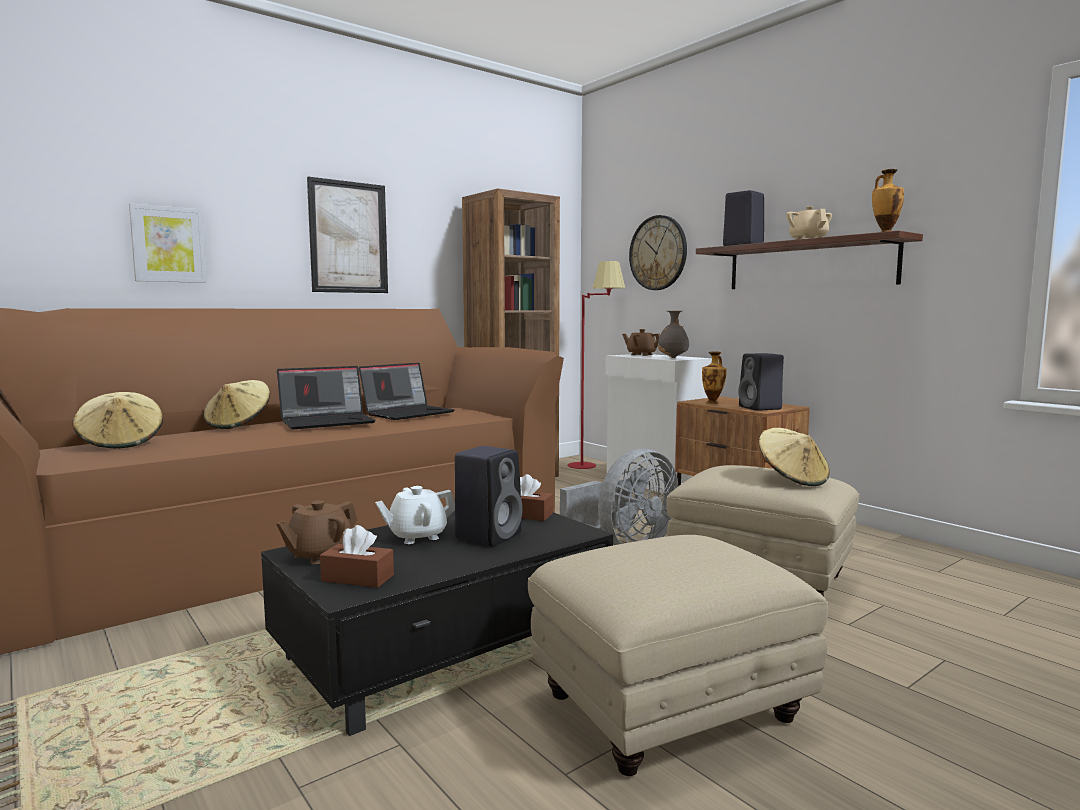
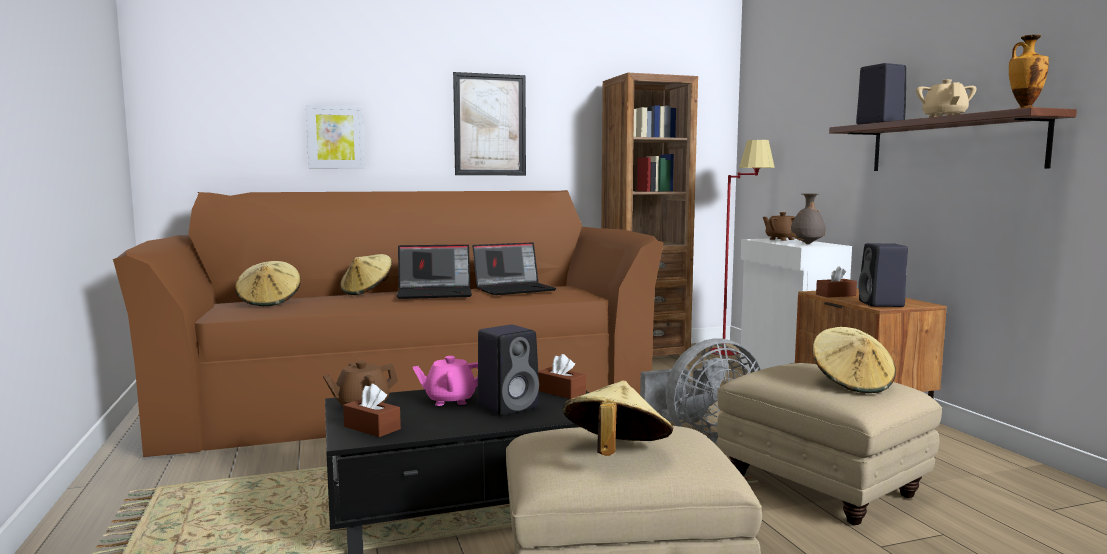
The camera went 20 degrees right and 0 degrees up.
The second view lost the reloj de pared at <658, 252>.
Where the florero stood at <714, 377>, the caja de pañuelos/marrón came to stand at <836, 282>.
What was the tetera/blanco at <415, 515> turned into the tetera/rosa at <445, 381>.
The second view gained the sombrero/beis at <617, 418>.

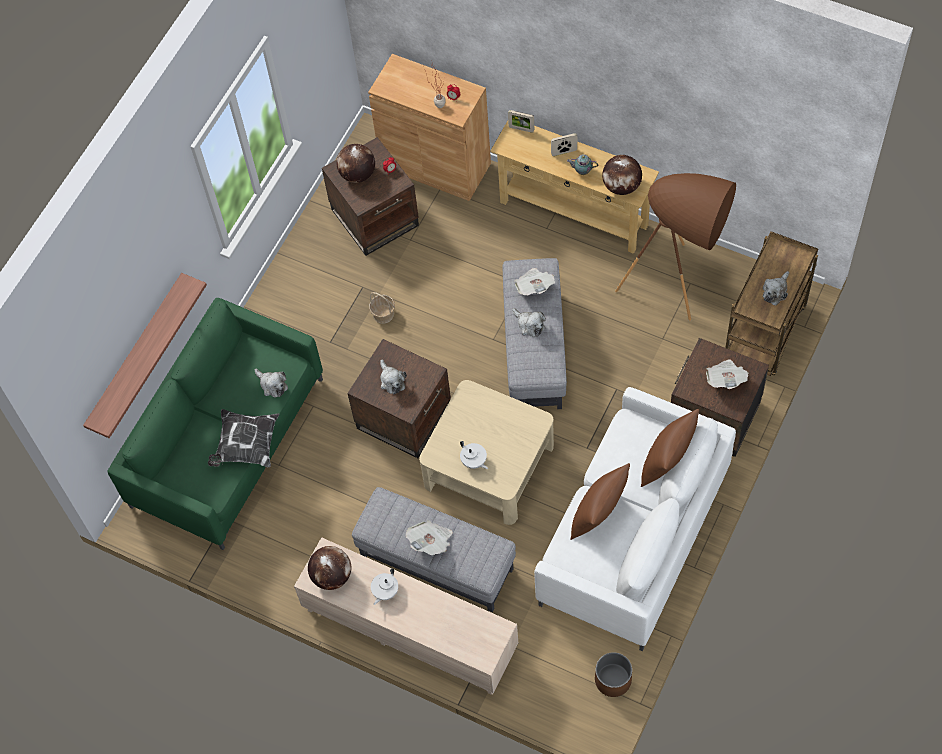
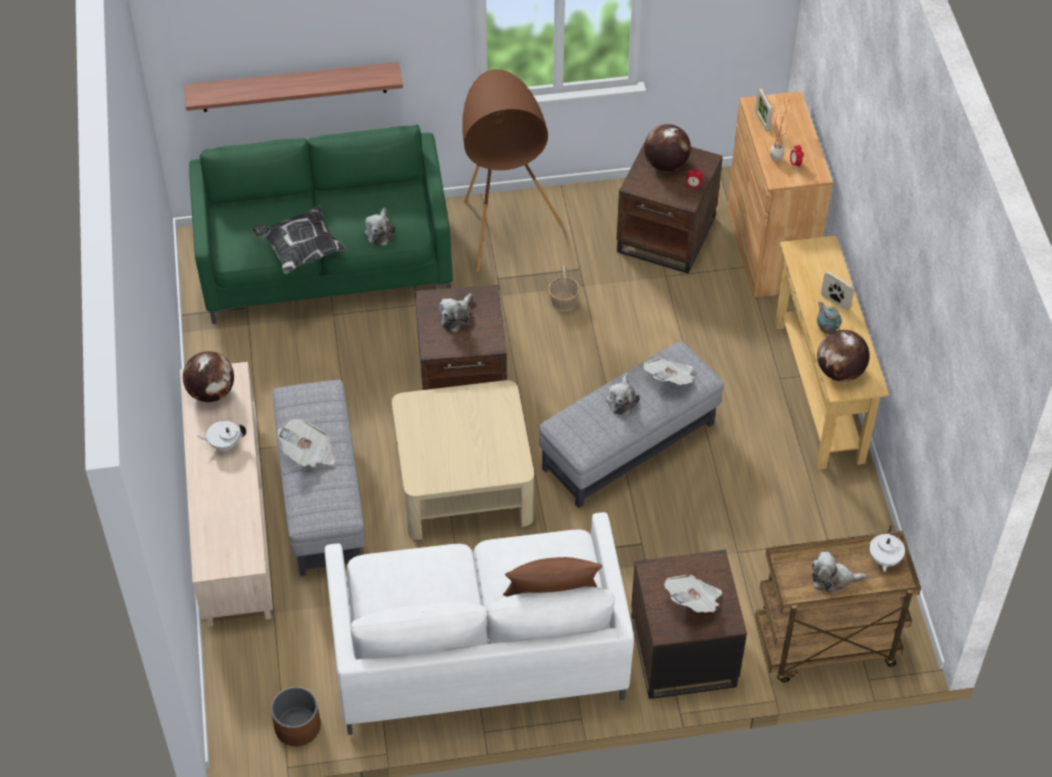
The camera went 50 degrees right and 10 degrees down.
The portarretratos ended up elsewhere, having gone from <521, 121> to <764, 110>.
The lámpara de pie/marrón ended up elsewhere, having gone from <675, 247> to <512, 170>.
The tetera/blanco ended up elsewhere, having gone from <474, 455> to <887, 548>.
The second view lost the cojín/marrón at <600, 501>.

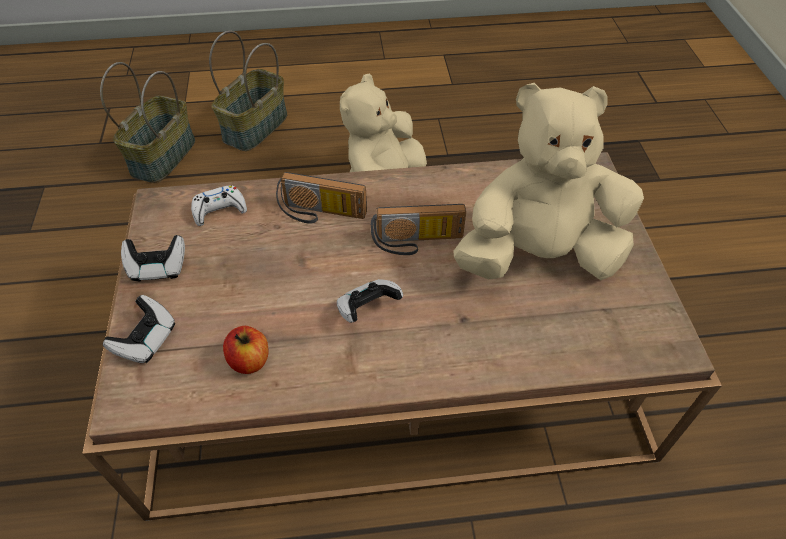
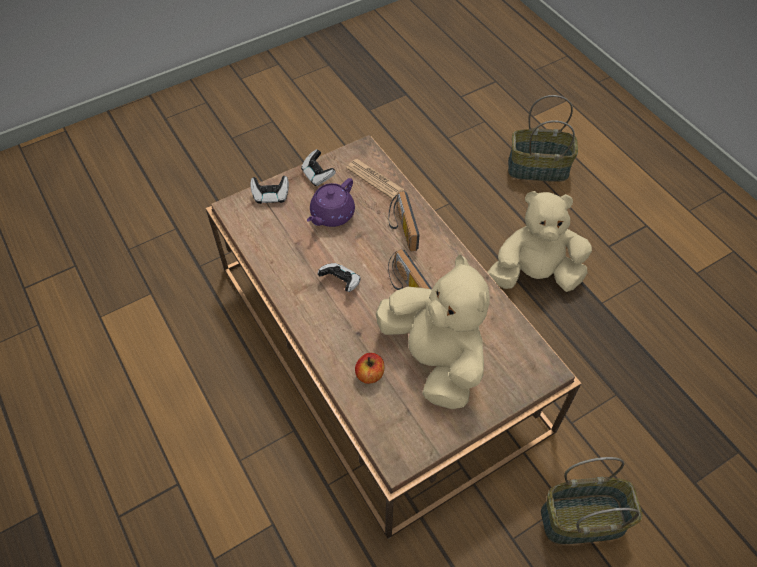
The camera went 65 degrees right and 5 degrees up.
The cesta ended up elsewhere, having gone from <147, 122> to <592, 500>.
Where the mando de consola/blanco stood at <219, 205>, the periódico came to stand at <375, 179>.
The manzana ended up elsewhere, having gone from <246, 350> to <369, 368>.
The second view gained the tetera/morado at <331, 202>.

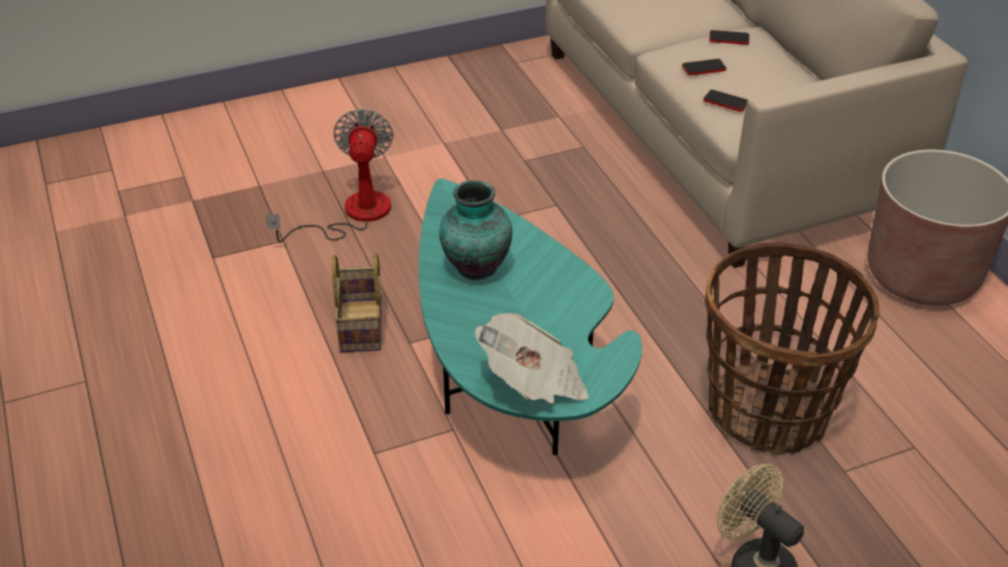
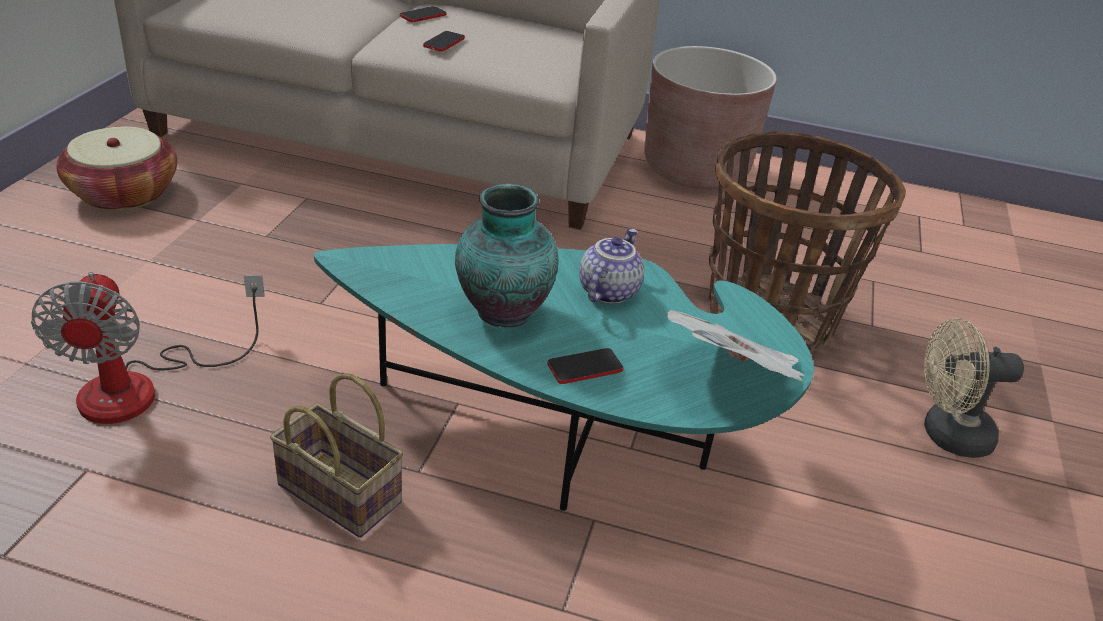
The camera went 55 degrees left and 5 degrees down.
The móvil ended up elsewhere, having gone from <725, 101> to <585, 366>.
The ventilador at <330, 175> ended up facing another way, 135 degrees counterclockwise from before.
The second view gained the cesta at <116, 168>.
The second view gained the tetera at <611, 266>.

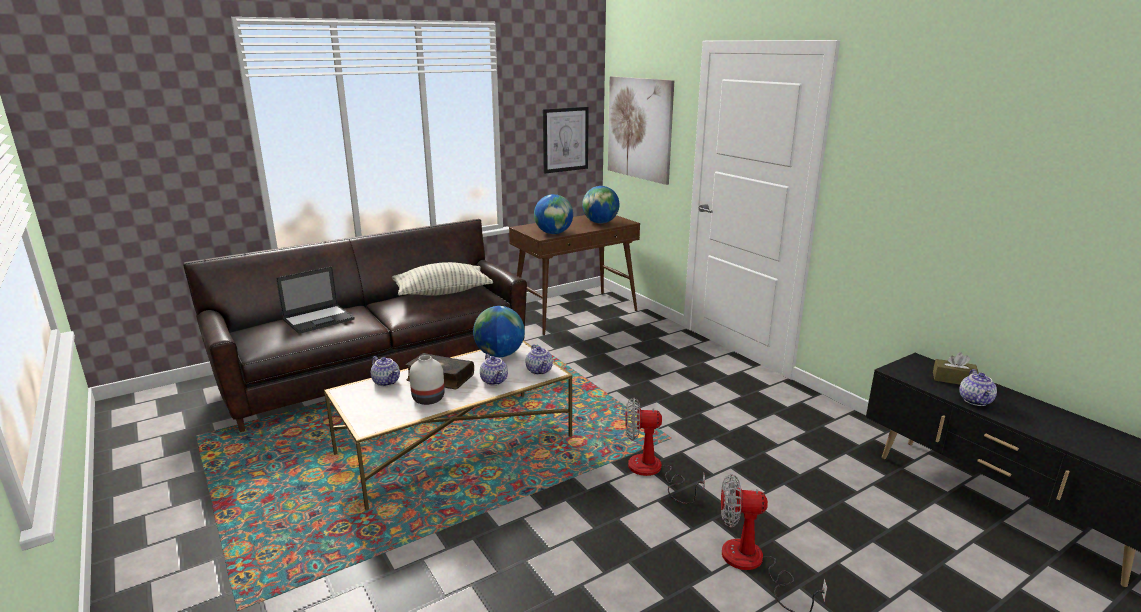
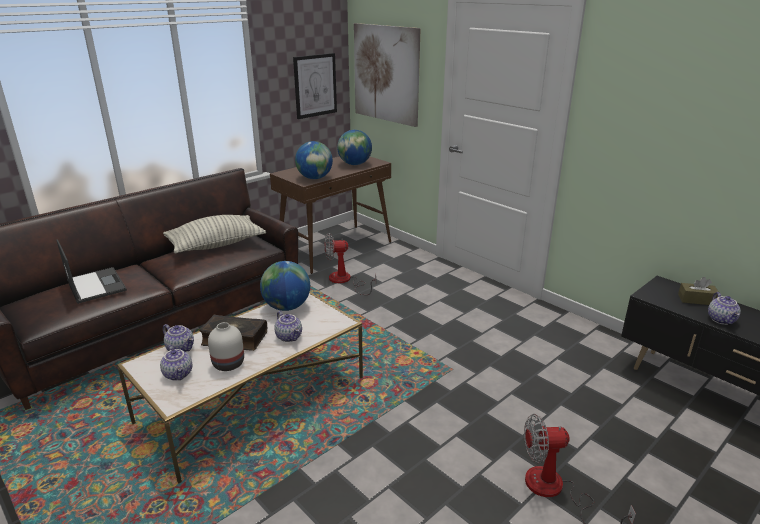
The camera went 10 degrees left and 5 degrees up.
The portátil at <315, 300> ended up facing another way, 75 degrees counterclockwise from before.
The tetera ended up elsewhere, having gone from <539, 359> to <176, 363>.
The ventilador ended up elsewhere, having gone from <665, 451> to <350, 264>.

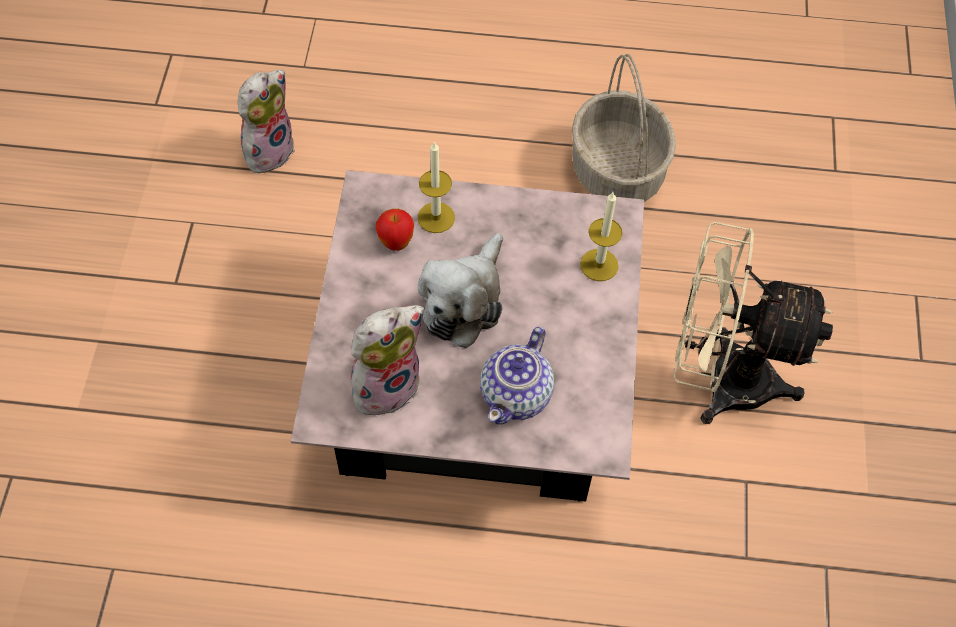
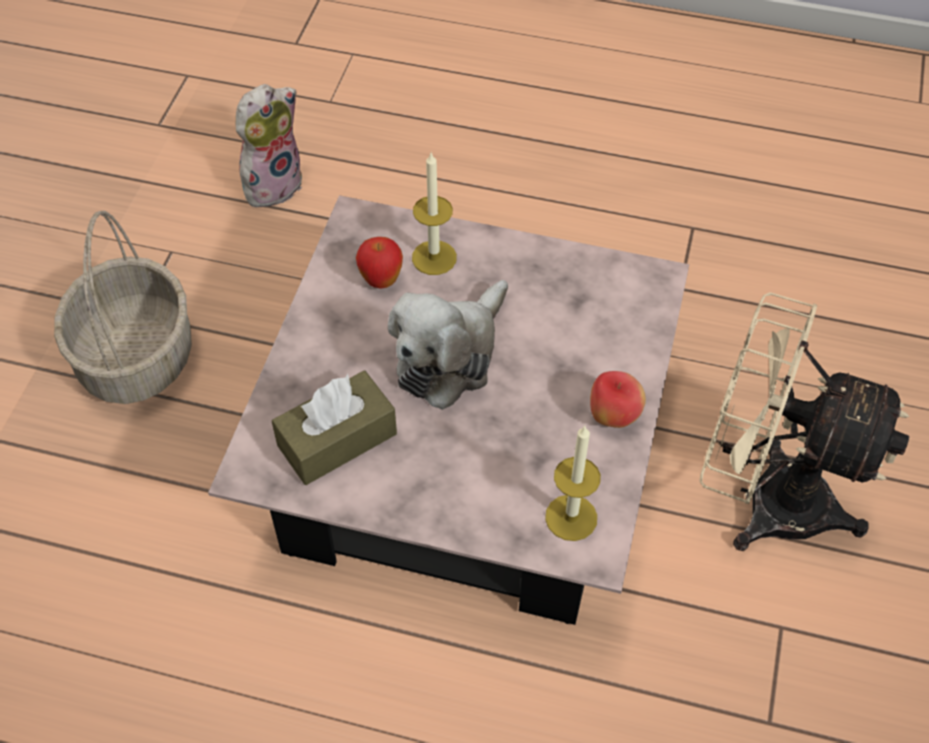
The camera went 10 degrees right and 5 degrees down.
The cesta ended up elsewhere, having gone from <624, 128> to <123, 307>.
The vela ended up elsewhere, having gone from <601, 236> to <573, 483>.
Where the peluche stood at <387, 363>, the caja de pañuelos/marrón came to stand at <334, 428>.
The second view lost the tetera at <517, 376>.
The second view gained the manzana at <618, 399>.

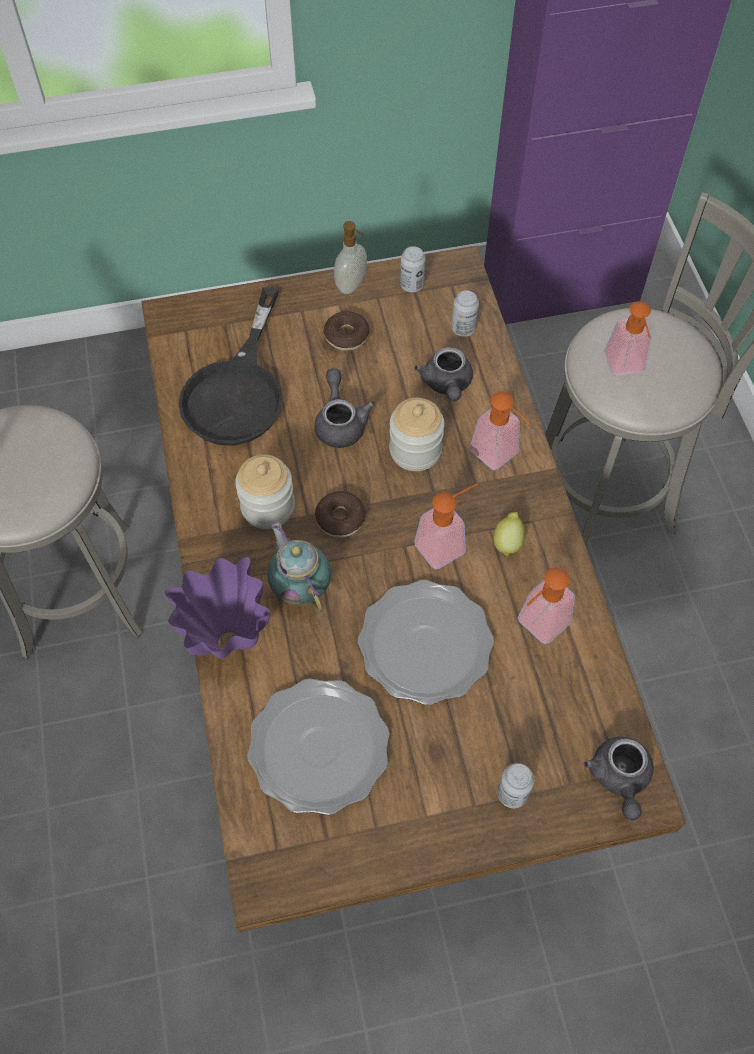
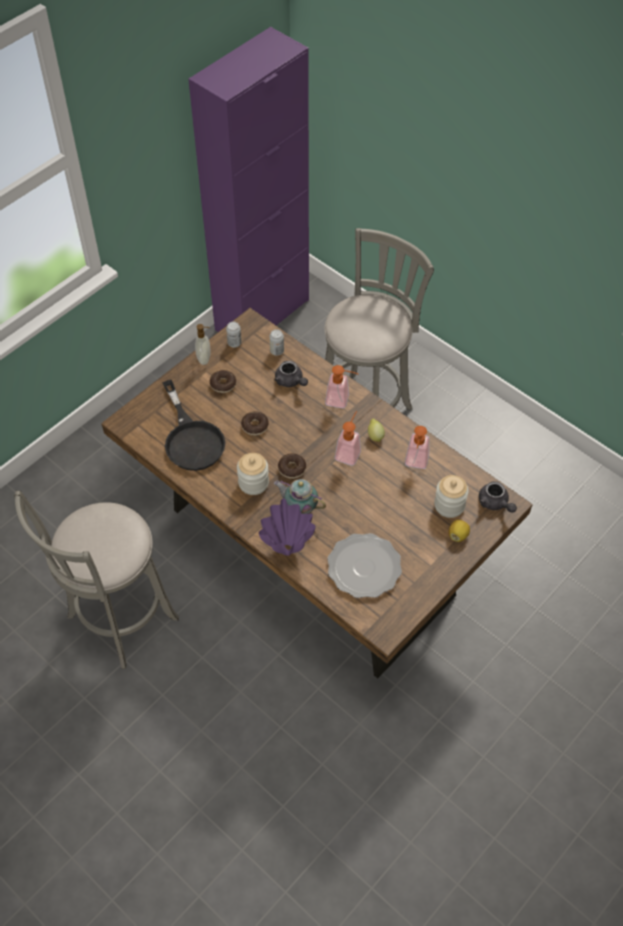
The camera went 35 degrees left and 5 degrees down.
The second view lost the dispensador de jabón at <627, 338>.
Where the tetera/gris stood at <344, 408>, the rosquilla came to stand at <255, 423>.
The tarro ended up elsewhere, having gone from <416, 434> to <451, 496>.
The second view lost the plato at <426, 642>.
Where the lata stood at <515, 785>, the limón came to stand at <459, 531>.

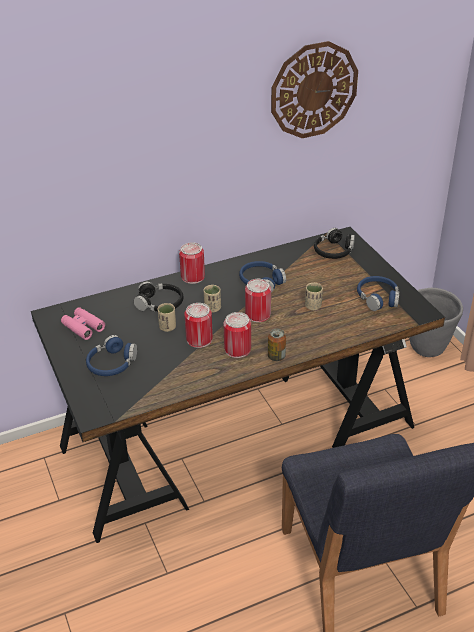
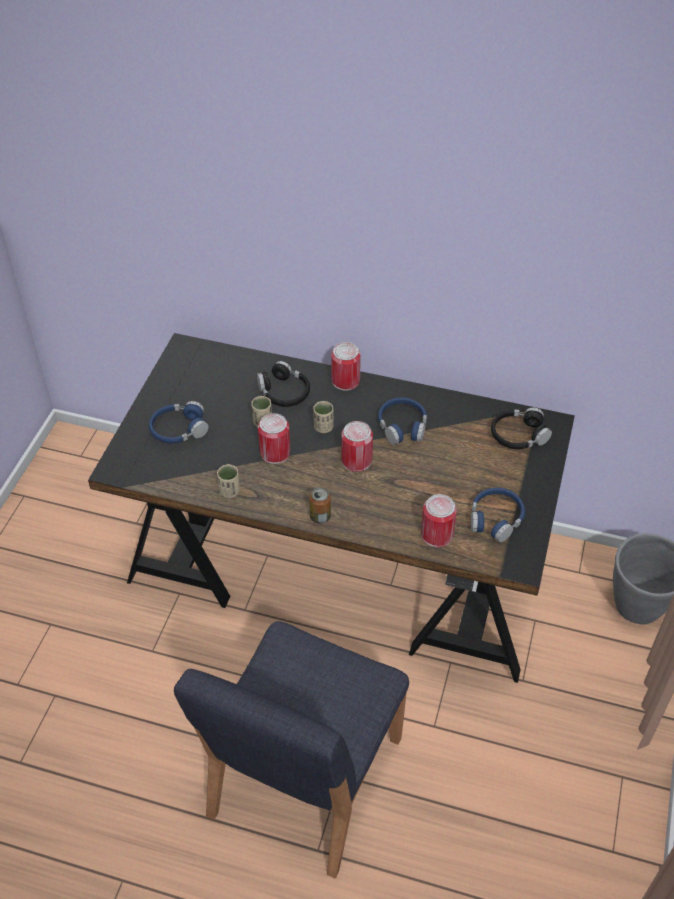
The camera went 40 degrees right and 10 degrees up.
The second view lost the reloj de pared at <314, 89>.
The taza/beis ended up elsewhere, having gone from <314, 296> to <228, 481>.
The second view lost the prismáticos/rosa at <83, 323>.
The lata ended up elsewhere, having gone from <237, 335> to <439, 520>.

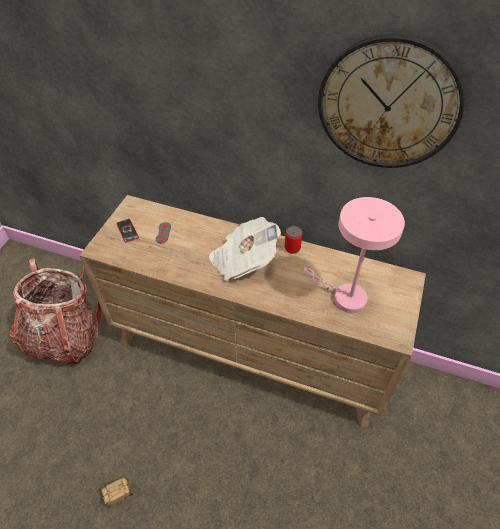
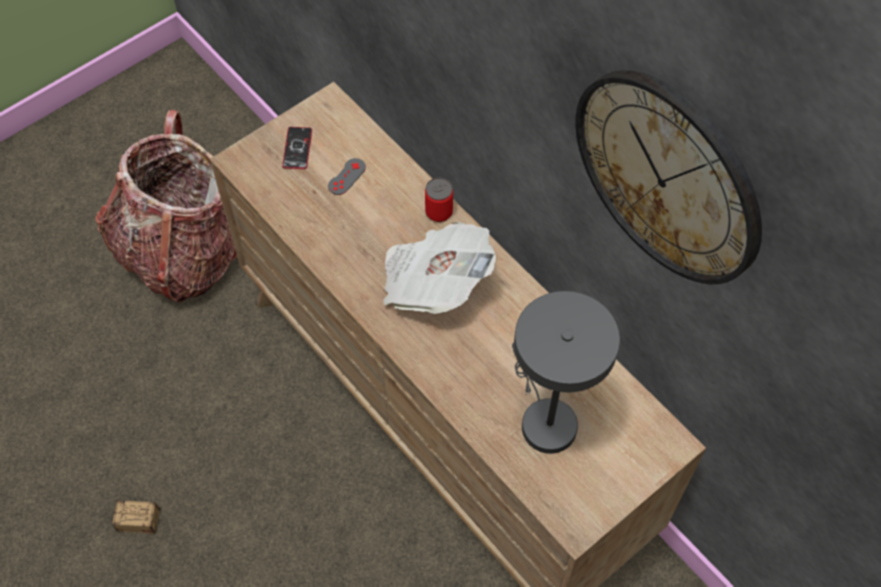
The camera went 30 degrees right and 10 degrees up.
What was the lámpara de mesa/rosa at <354, 255> turned into the lámpara de mesa/gris at <566, 372>.
The lata ended up elsewhere, having gone from <293, 239> to <439, 199>.

